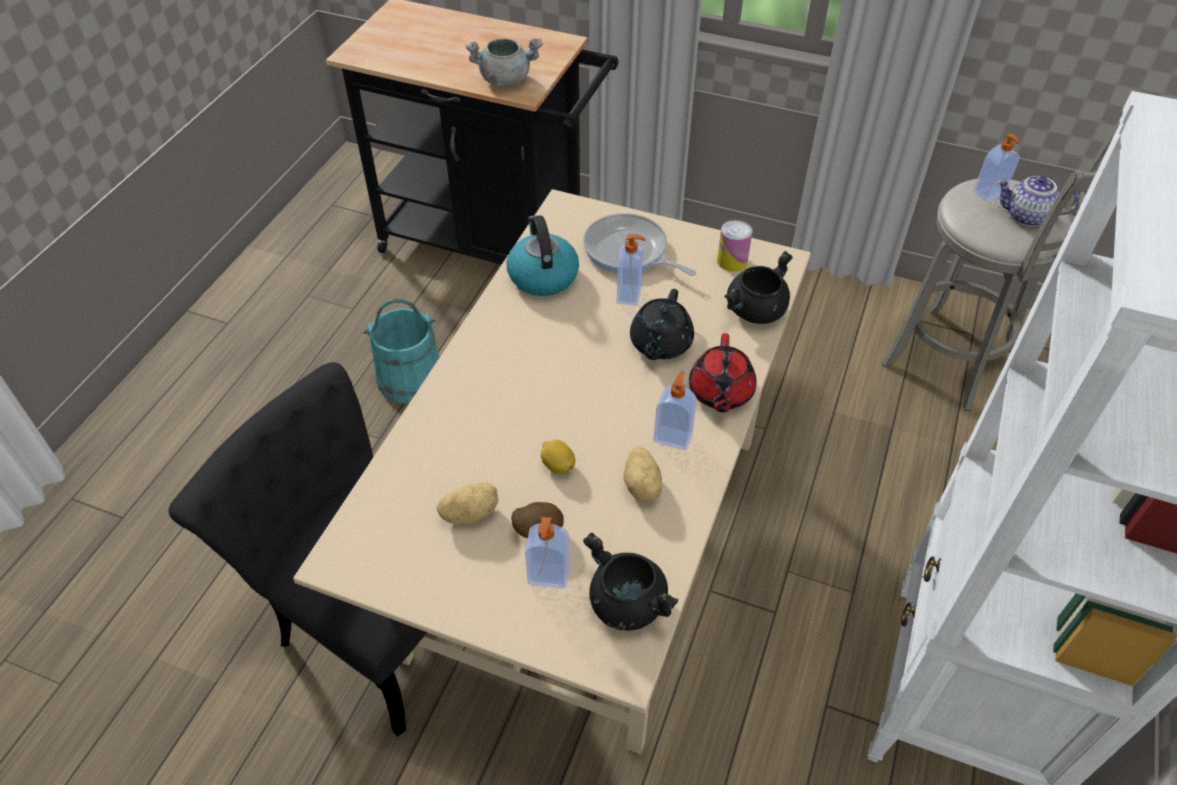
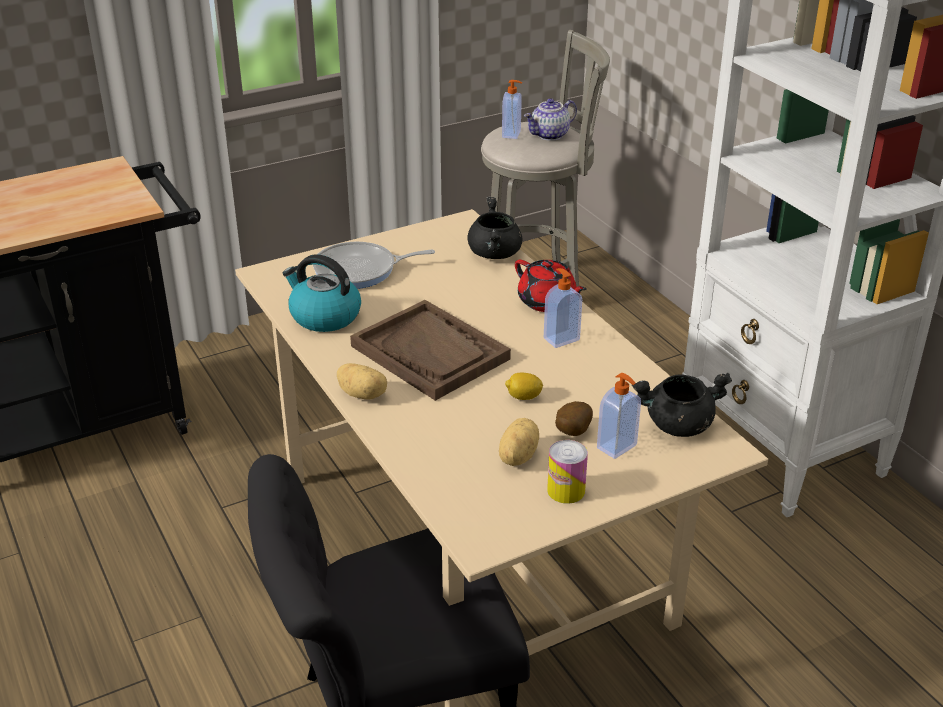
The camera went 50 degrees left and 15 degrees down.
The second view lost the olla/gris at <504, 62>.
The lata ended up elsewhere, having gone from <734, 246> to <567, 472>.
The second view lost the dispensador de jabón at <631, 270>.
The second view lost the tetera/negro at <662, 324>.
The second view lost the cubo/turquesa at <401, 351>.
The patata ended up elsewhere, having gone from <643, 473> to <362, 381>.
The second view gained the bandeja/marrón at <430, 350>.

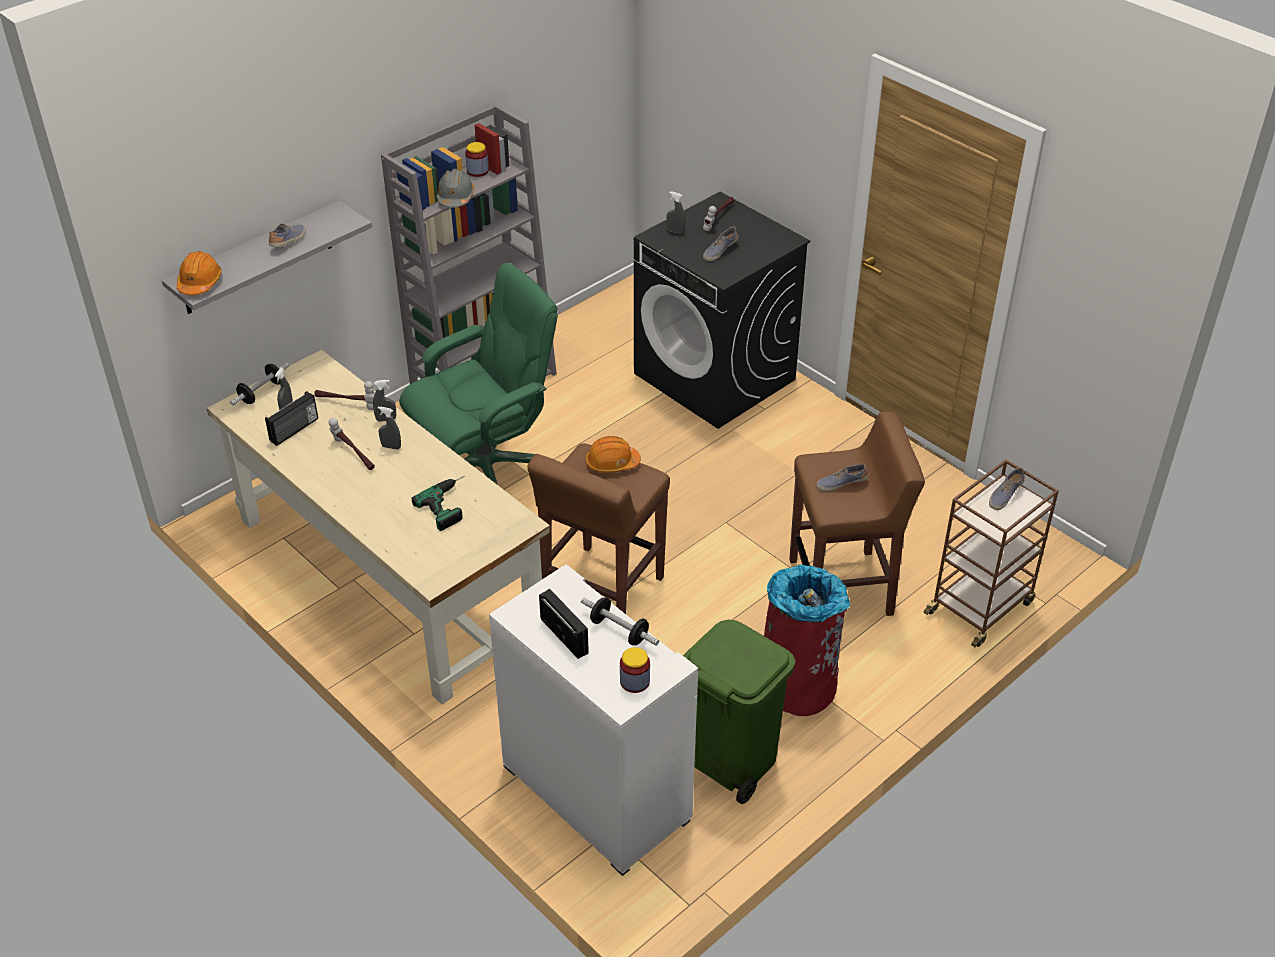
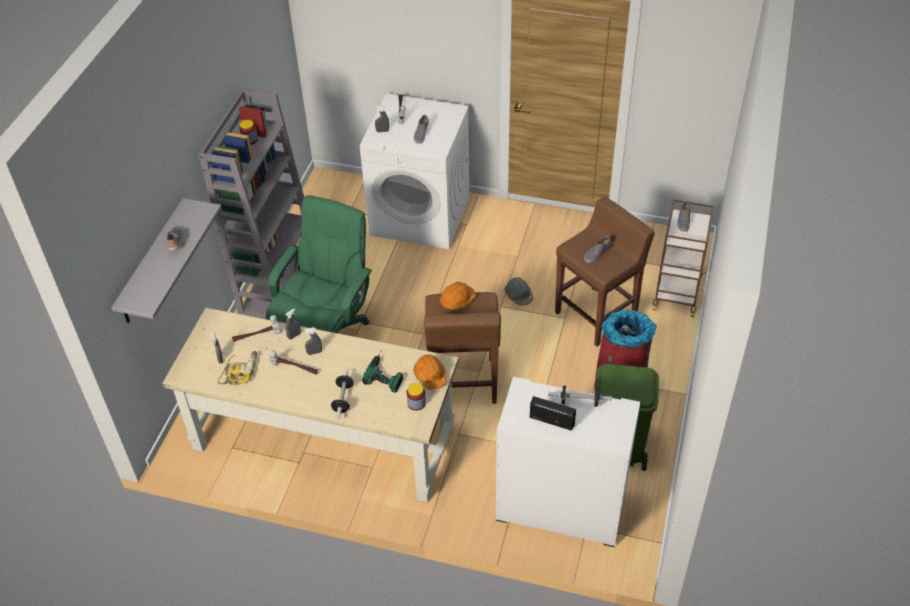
The camera went 30 degrees left and 5 degrees up.
The casco/gris ended up elsewhere, having gone from <455, 188> to <519, 291>.
What was the lavadora/negro at <722, 310> turned into the lavadora/blanco at <415, 171>.
The casco/naranja ended up elsewhere, having gone from <199, 273> to <430, 372>.
The mancuerna ended up elsewhere, having gone from <259, 384> to <342, 394>.
Where the radio stood at <291, 418>, the taladro came to stand at <237, 368>.
The tarro ended up elsewhere, having gone from <635, 670> to <416, 397>.

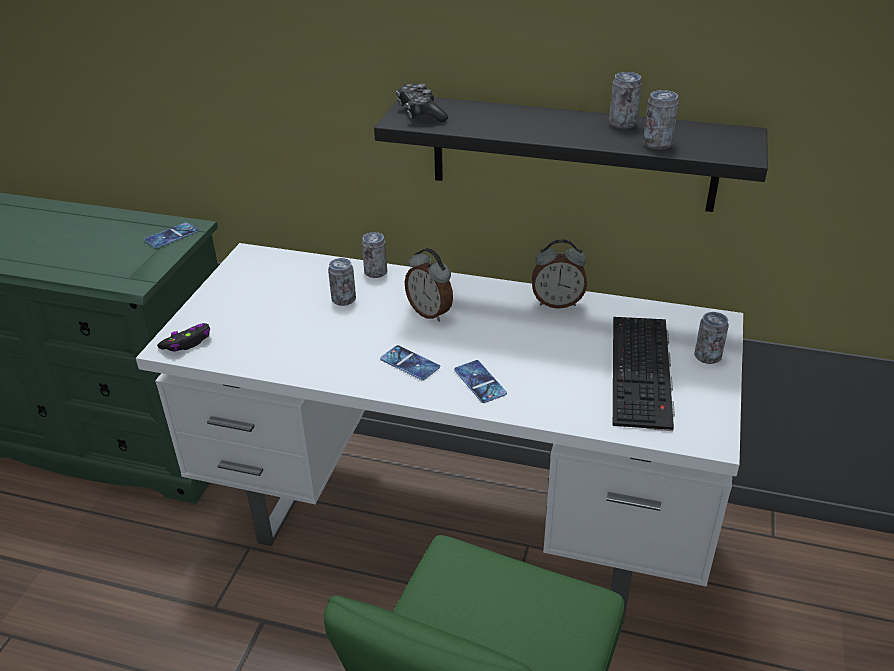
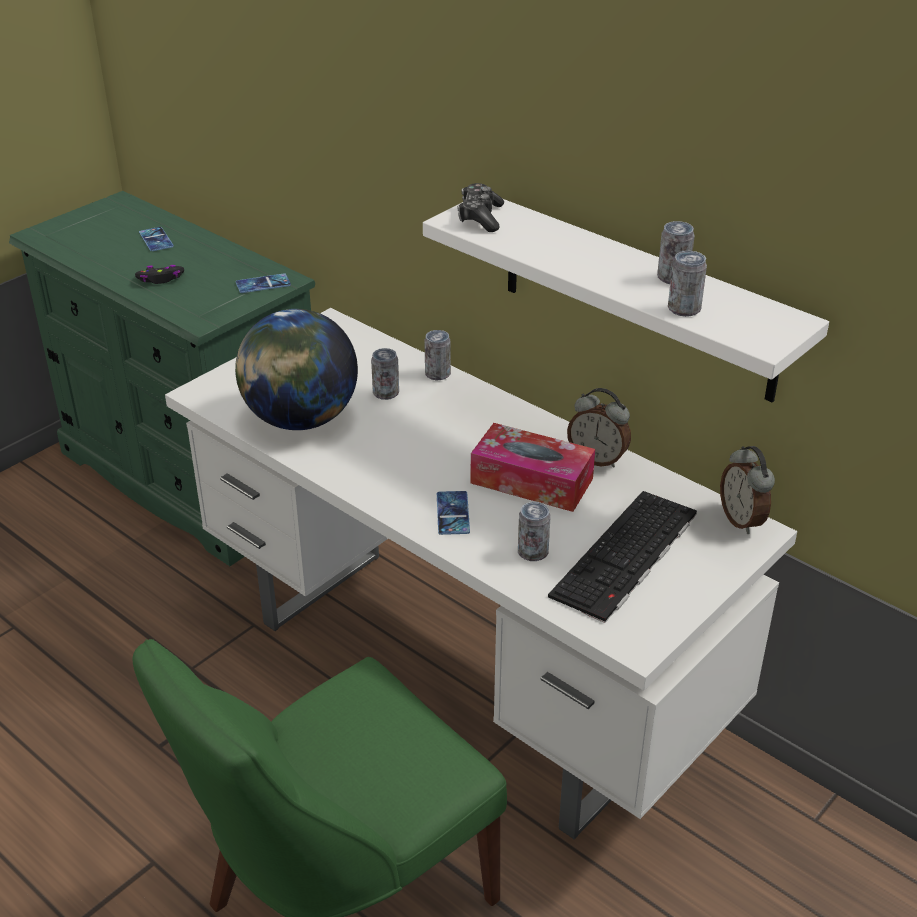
The camera went 25 degrees right and 0 degrees up.
What was the estante/negro at <571, 154> turned into the estante/blanco at <626, 301>.
The despertador ended up elsewhere, having gone from <429, 285> to <747, 490>.
The lata ended up elsewhere, having gone from <711, 338> to <534, 531>.
The mando de consola/negro ended up elsewhere, having gone from <183, 337> to <159, 274>.
The móvil ended up elsewhere, having gone from <410, 362> to <156, 239>.
The second view gained the globo terráqueo at <296, 369>.
The second view gained the caja de pañuelos at <532, 467>.

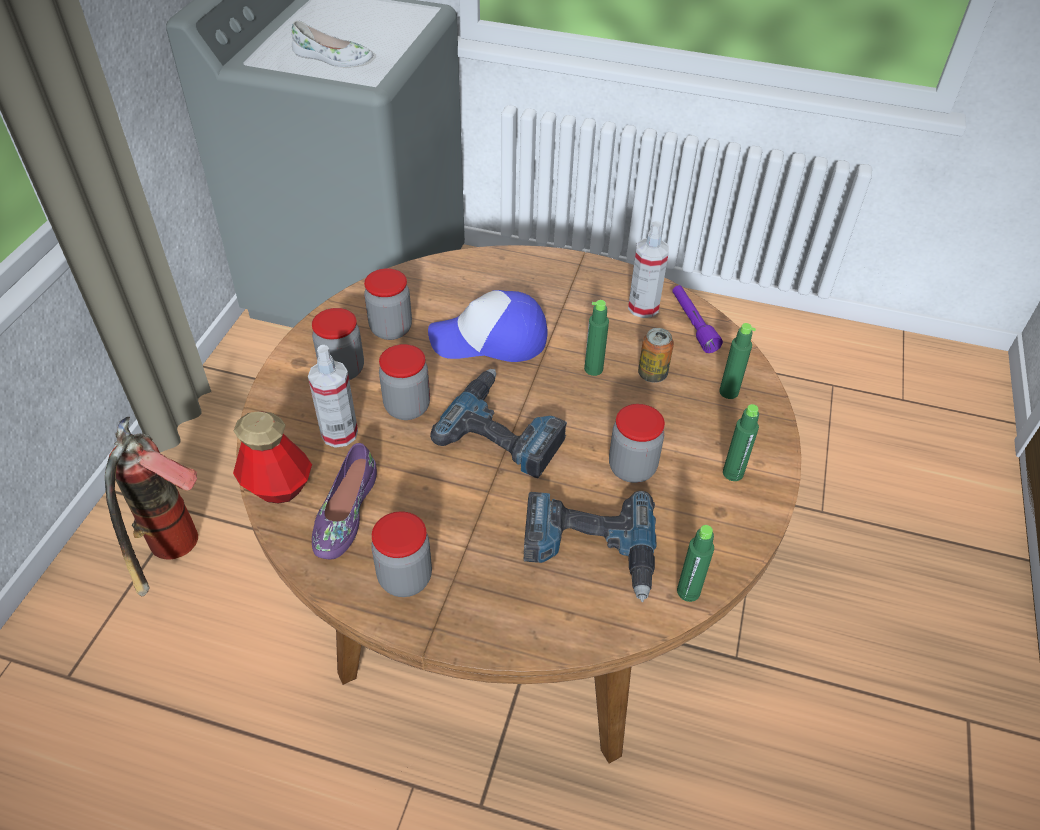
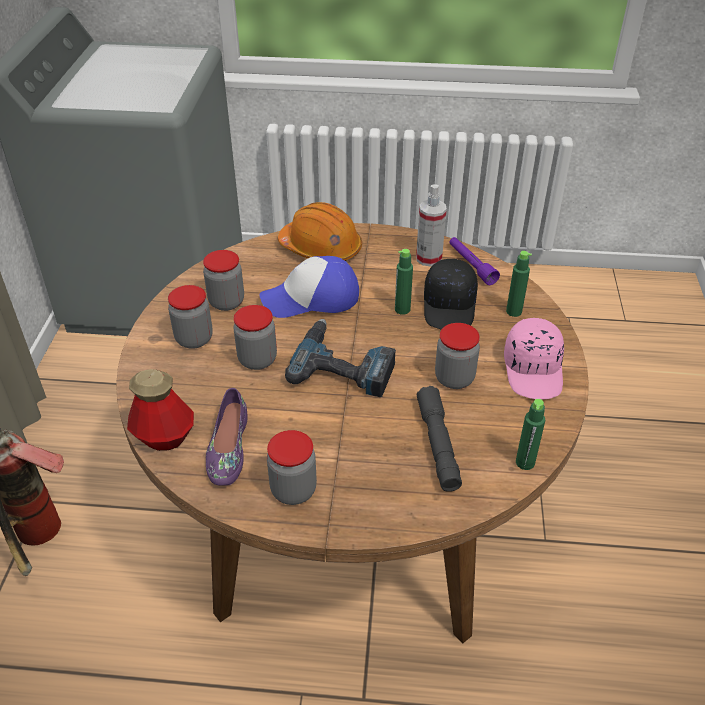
The camera went 10 degrees left and 5 degrees down.
The second view lost the zapato/blanco at <332, 43>.
Where the lata stood at <656, 355>, the gorra/negro came to stand at <451, 294>.
The second view lost the pulverizador at <333, 396>.
Where the botella/verde stood at <741, 442>, the gorra/rosa came to stand at <534, 358>.
Where the taladro stood at <589, 546>, the linterna/gris came to stand at <439, 439>.
The second view gained the casco/naranja at <320, 231>.

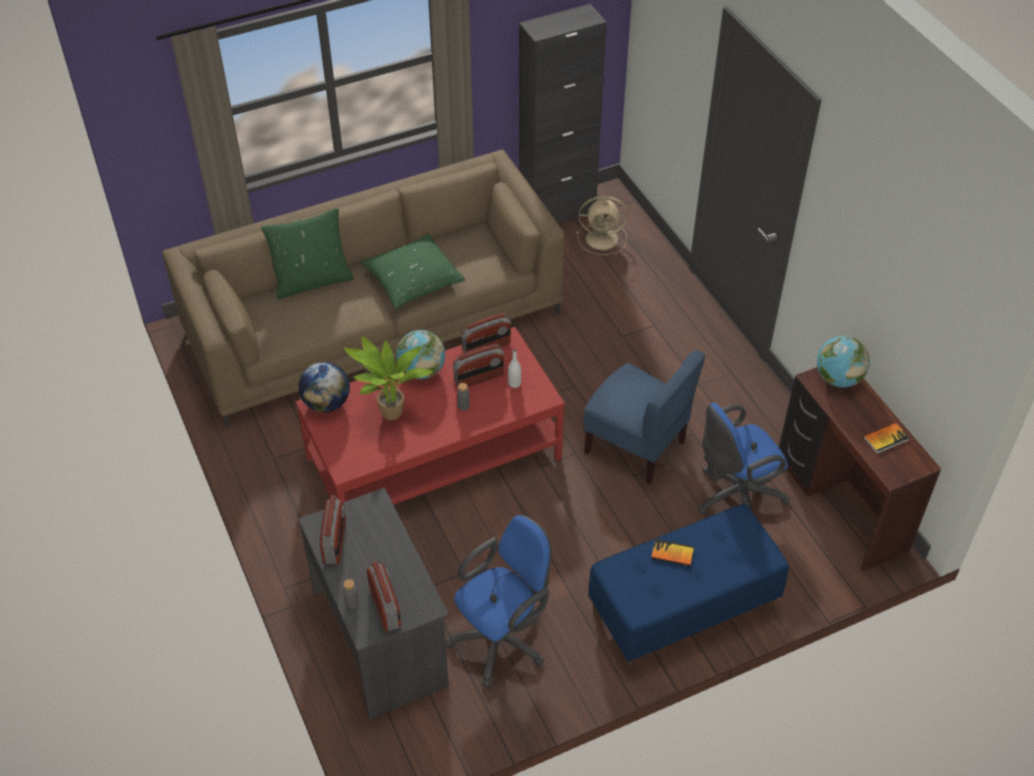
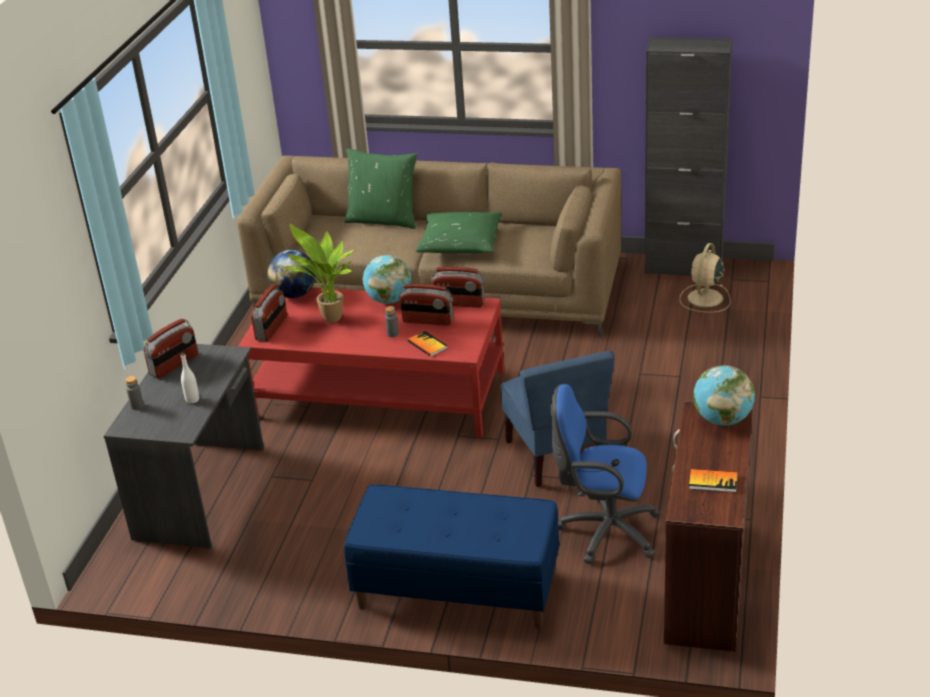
The camera went 40 degrees right and 15 degrees down.
The ventilador/beis at <602, 225> ended up facing another way, 75 degrees clockwise from before.
The botella/blanco ended up elsewhere, having gone from <514, 368> to <190, 378>.
The second view lost the silla de oficina/azul at <498, 601>.
The libro ended up elsewhere, having gone from <672, 553> to <428, 344>.
The radio ended up elsewhere, having gone from <384, 596> to <269, 313>.

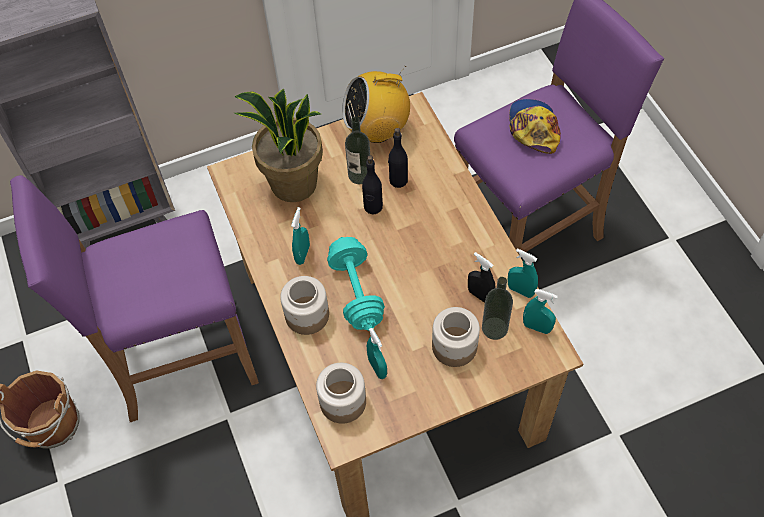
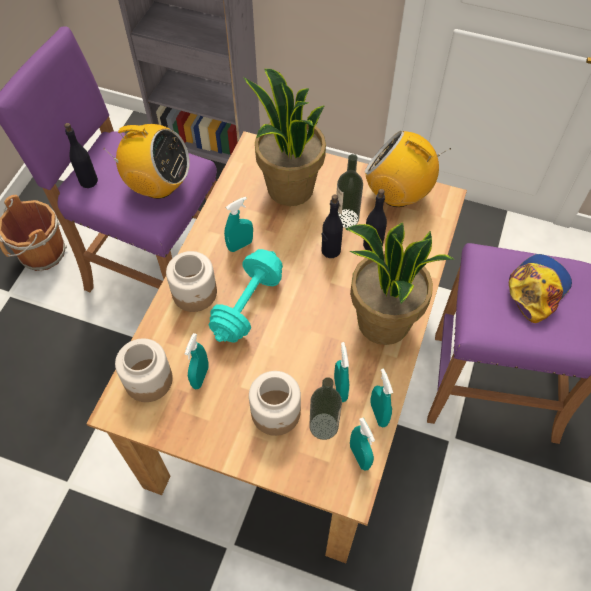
The camera went 40 degrees right and 0 degrees up.
What was the pulverizador/negro at <482, 277> turned into the pulverizador/turquesa at <341, 372>.
The second view gained the botella/negro at <81, 155>.
The second view gained the radio at <146, 161>.
The second view gained the planta en maceta at <399, 283>.

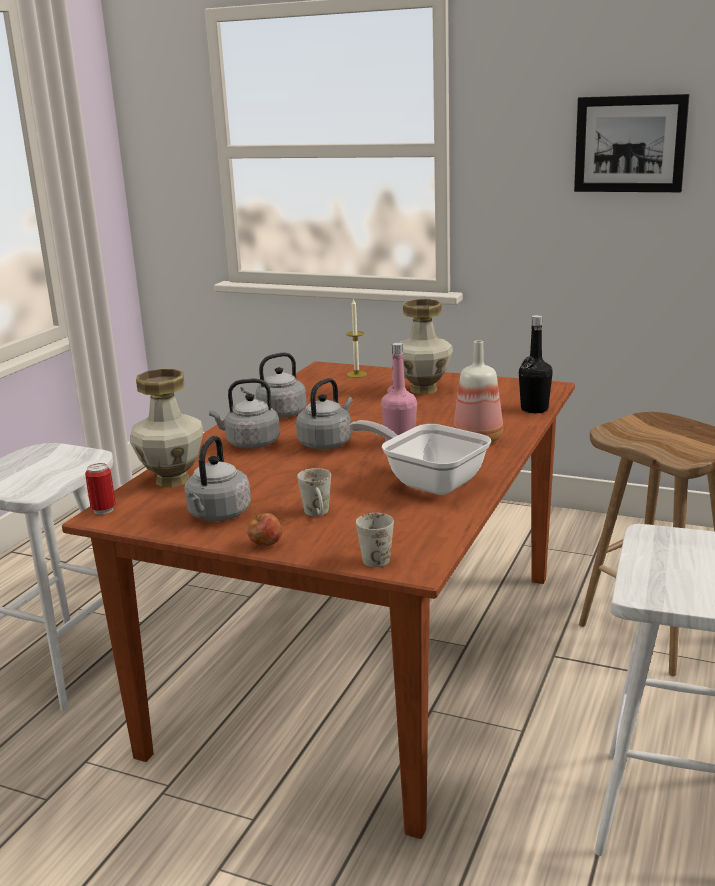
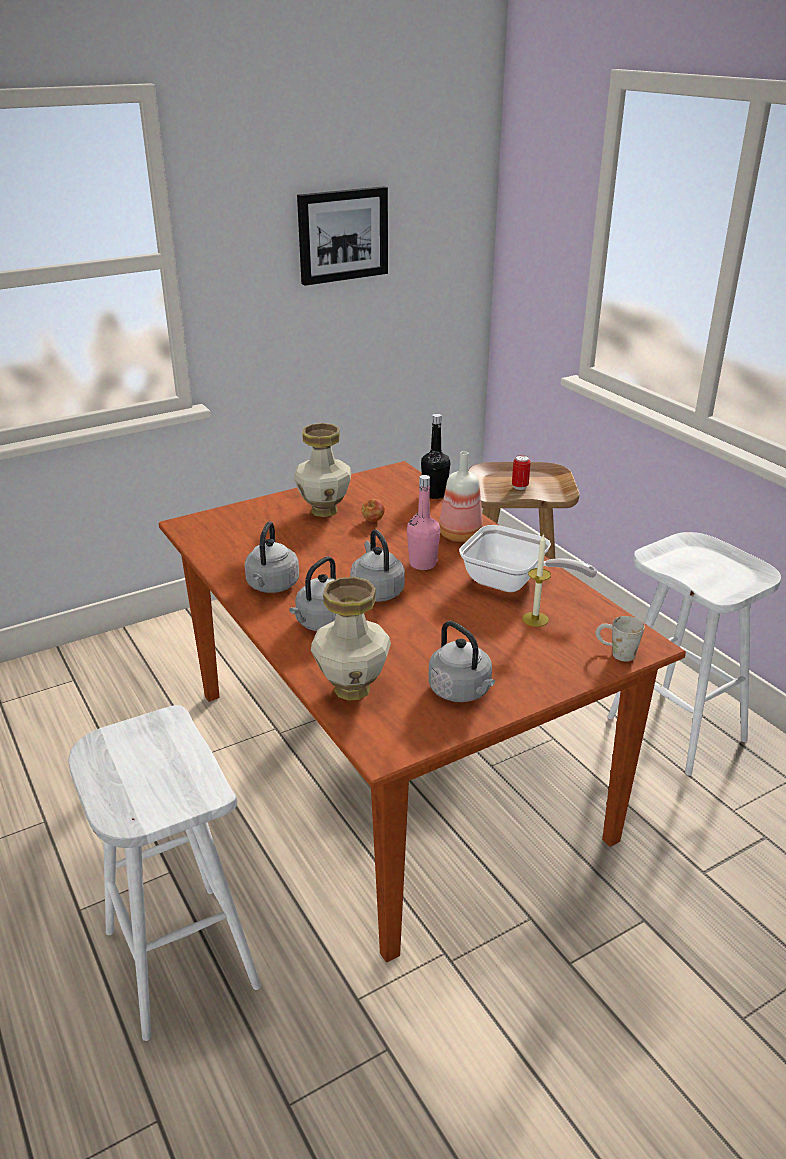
The camera went 55 degrees left and 10 degrees up.
The vela ended up elsewhere, having gone from <356, 338> to <536, 580>.
The sartén at <420, 457> ended up facing another way, 135 degrees counterclockwise from before.
The lata ended up elsewhere, having gone from <100, 488> to <521, 472>.
The second view lost the taza grande/blanco at <314, 492>.
The manzana ended up elsewhere, having gone from <264, 529> to <373, 510>.

